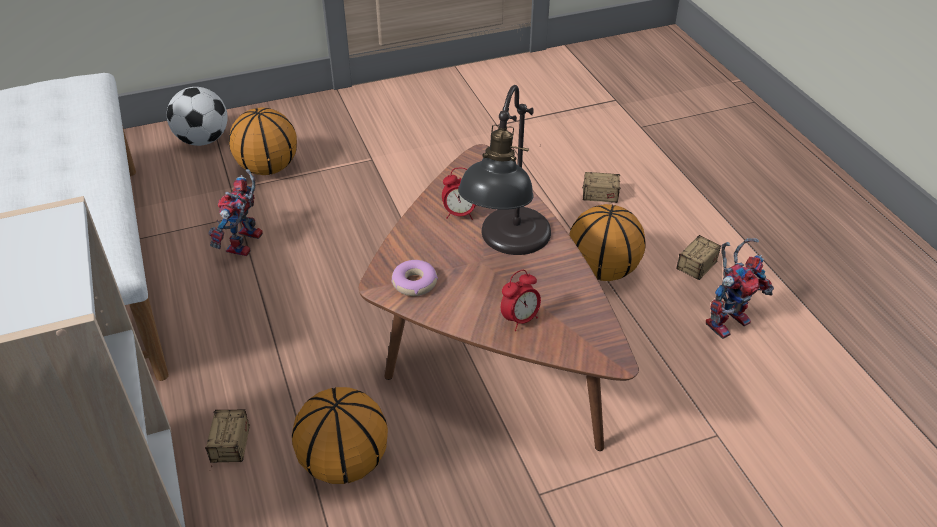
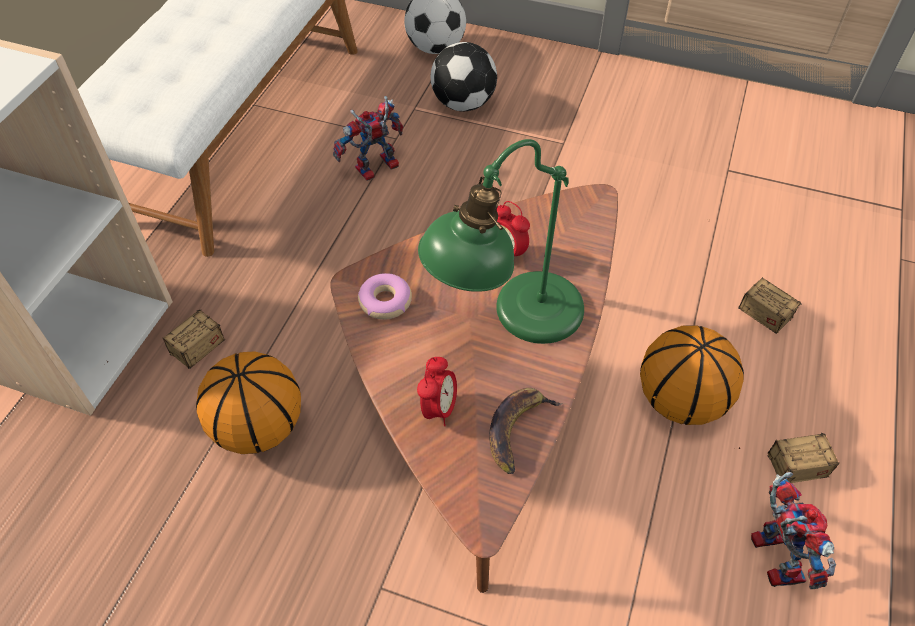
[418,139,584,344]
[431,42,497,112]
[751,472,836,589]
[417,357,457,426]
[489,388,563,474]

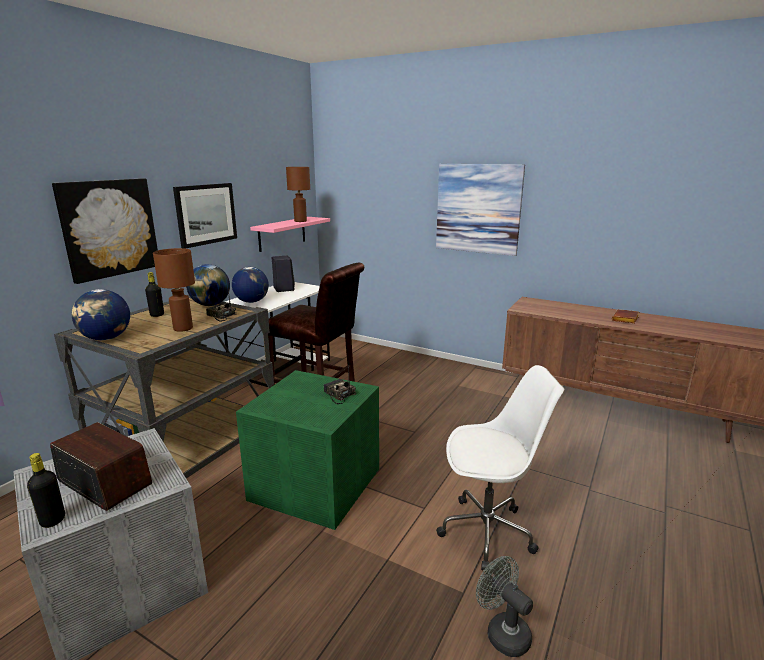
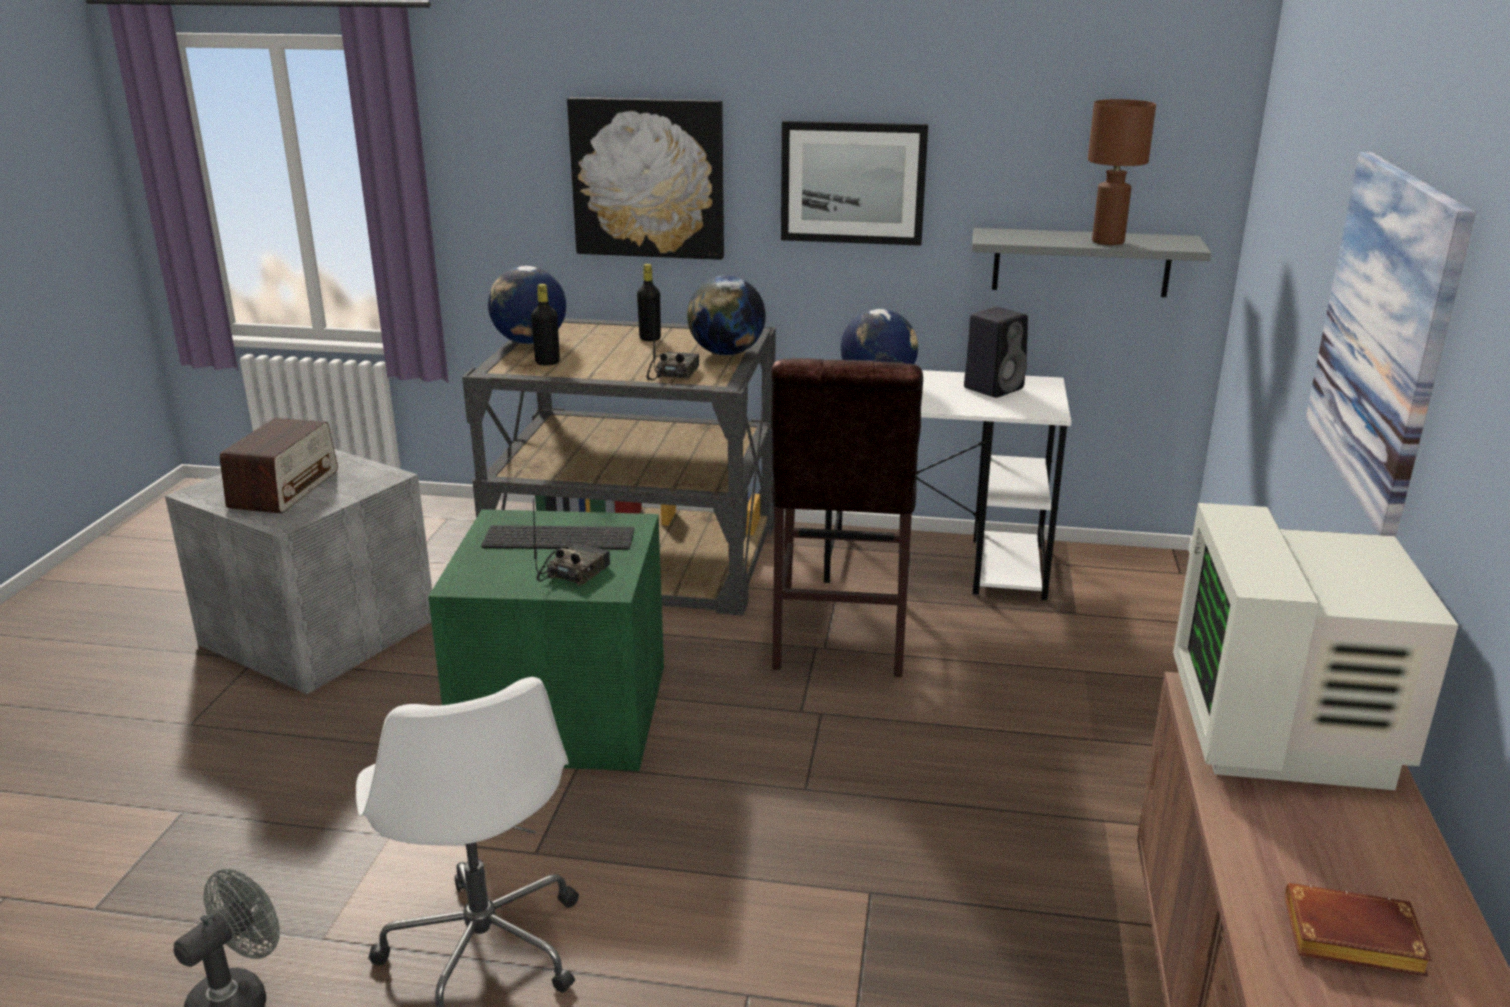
[972,228,1211,297]
[153,248,195,332] (first image)
[531,284,560,365]
[1173,503,1458,790]
[481,525,634,550]

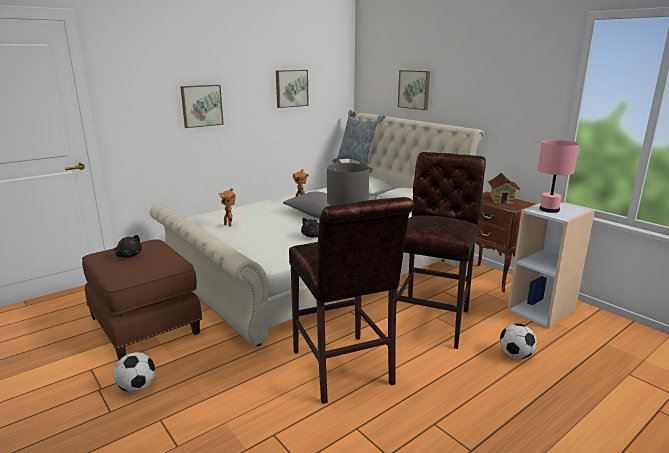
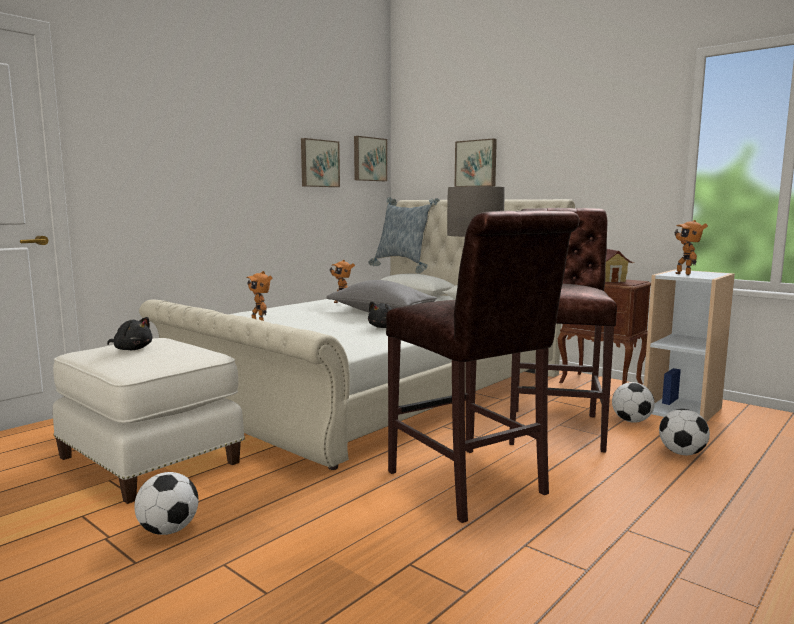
[354,136,387,181]
[674,220,708,275]
[53,338,245,504]
[612,382,655,423]

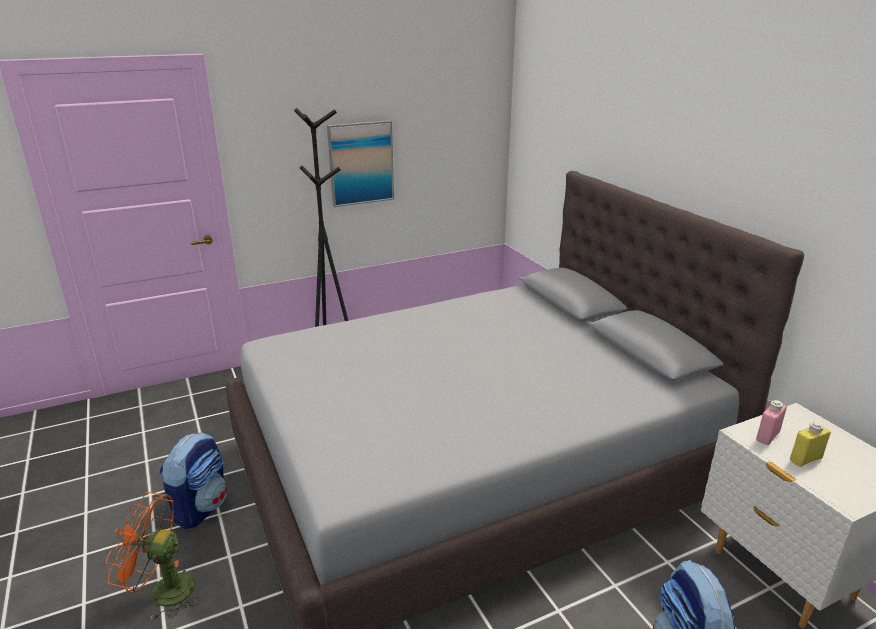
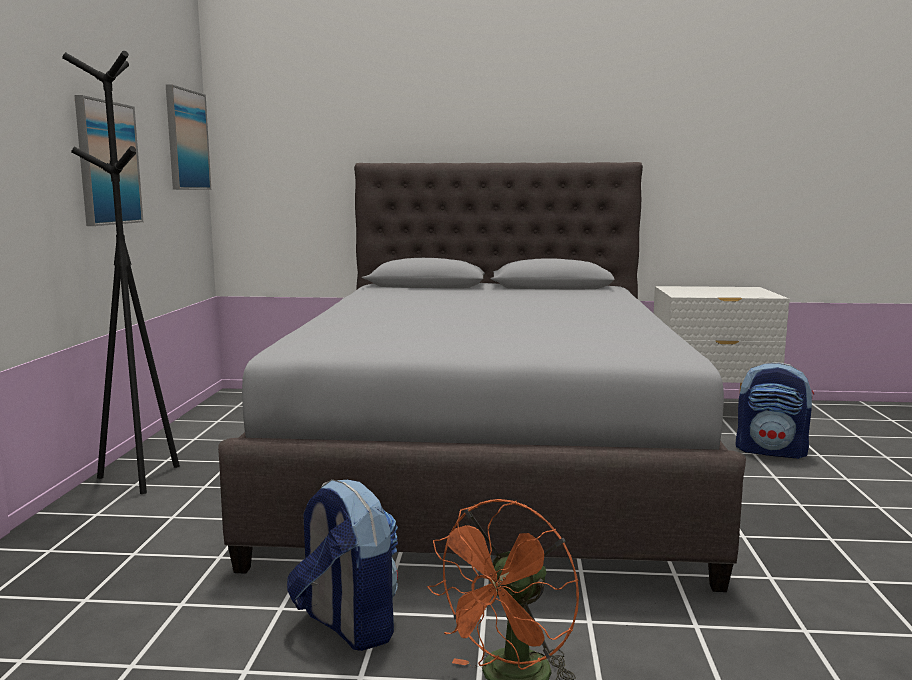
[756,400,787,445] (first image)
[790,422,831,467] (first image)
[166,84,211,190]

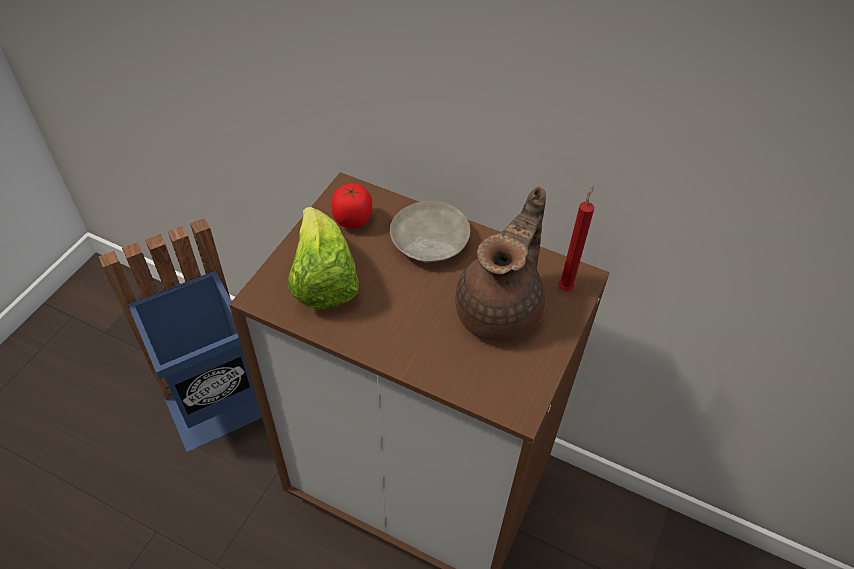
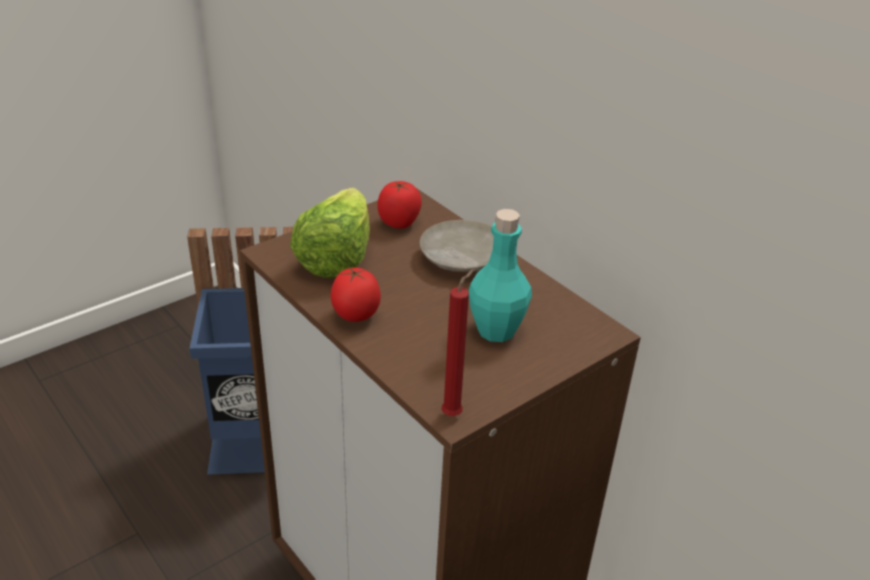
[469,209,532,342]
[441,269,475,416]
[330,267,381,322]

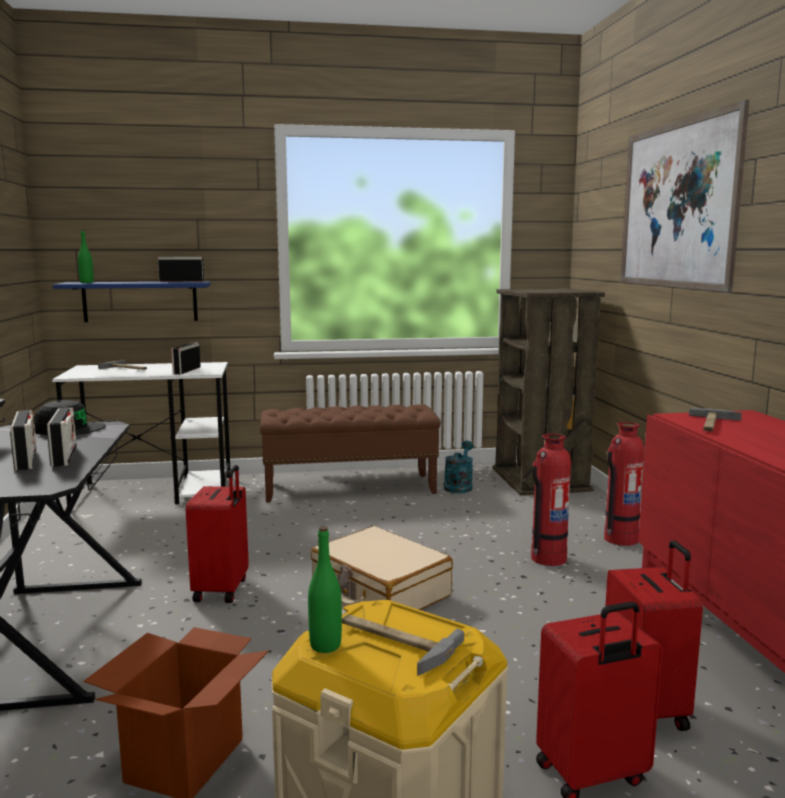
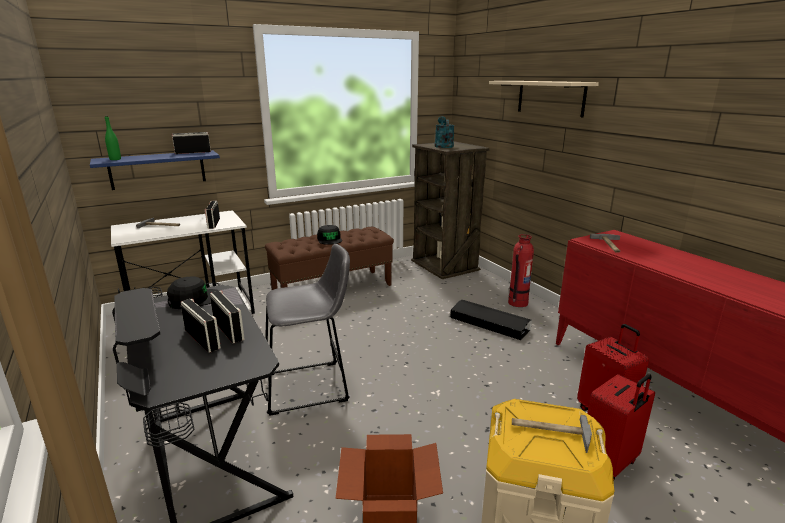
[489,81,599,117]
[450,300,532,340]
[434,116,455,148]
[265,244,350,416]
[308,526,342,653] (first image)
[311,526,453,610] (first image)
[317,225,342,245]

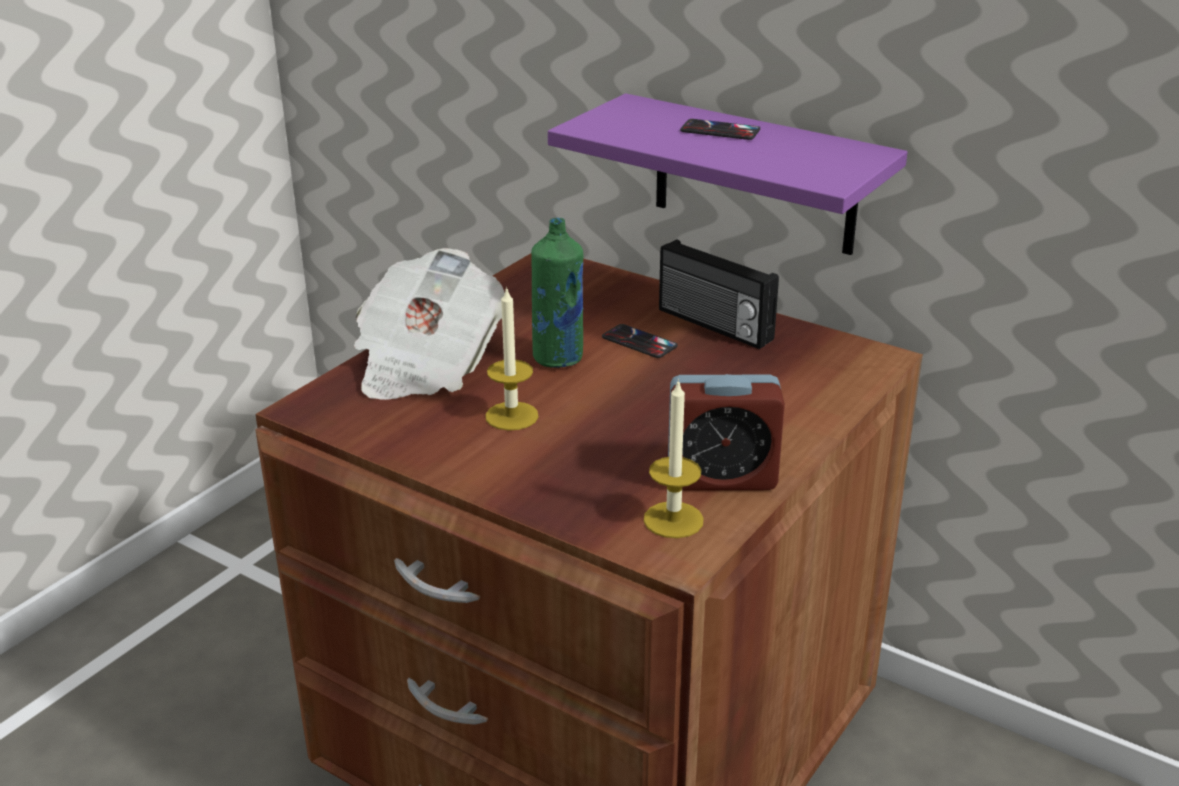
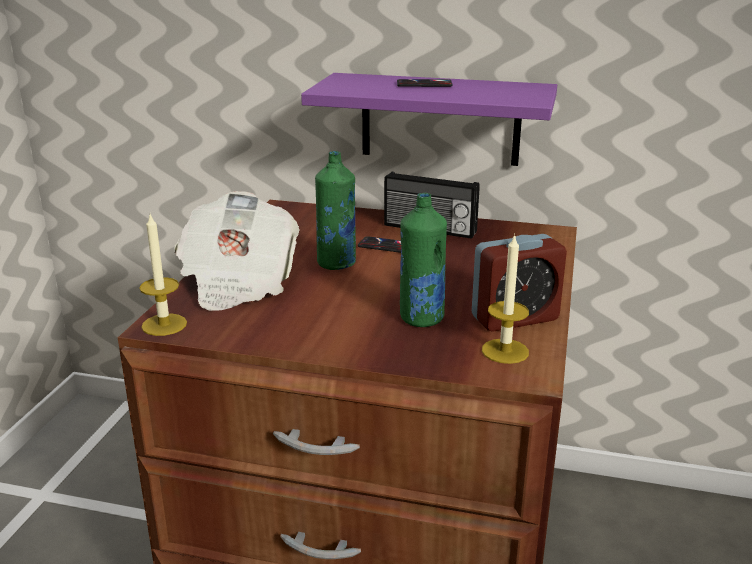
[139,215,187,336]
[400,193,447,327]

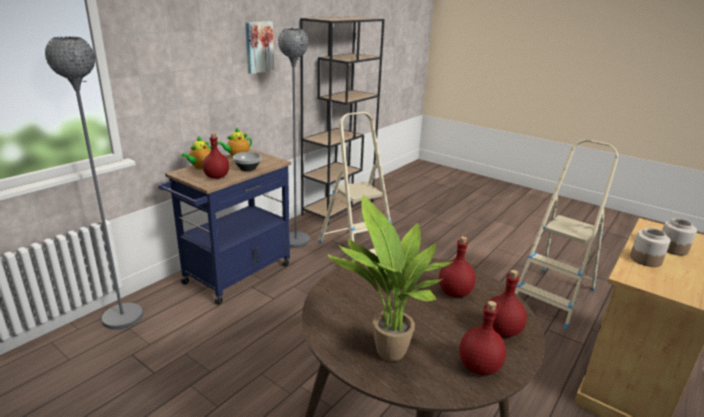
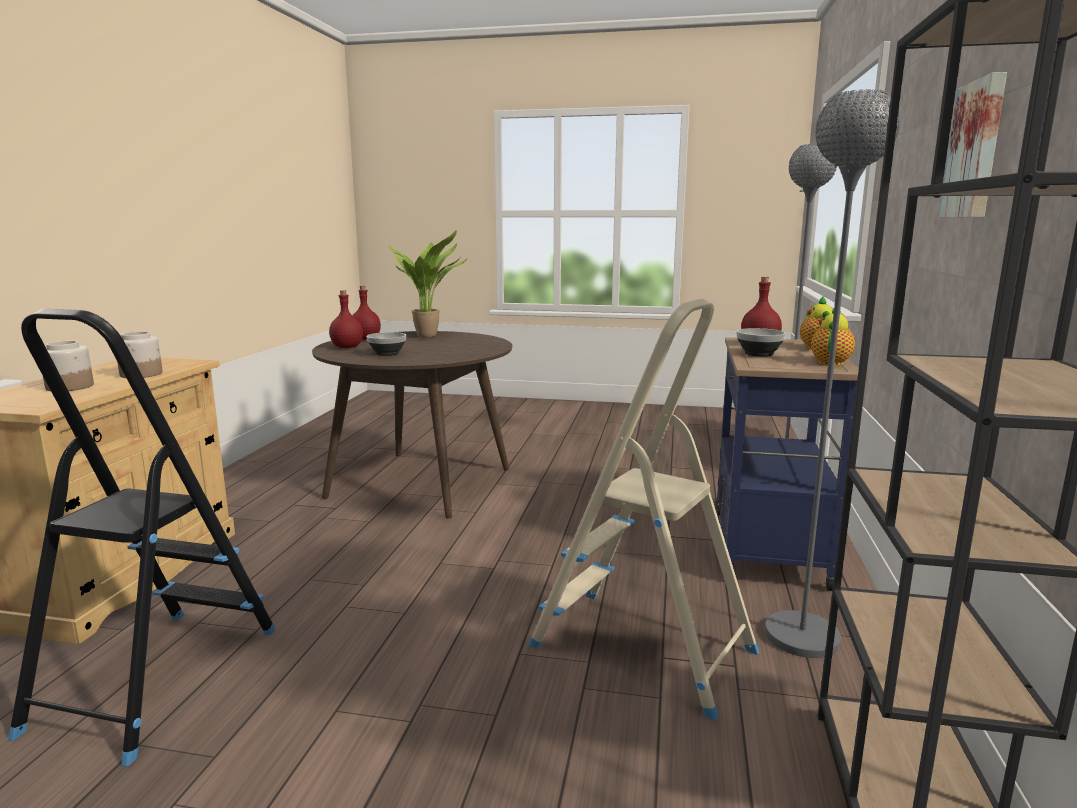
[8,309,276,767]
[366,332,406,356]

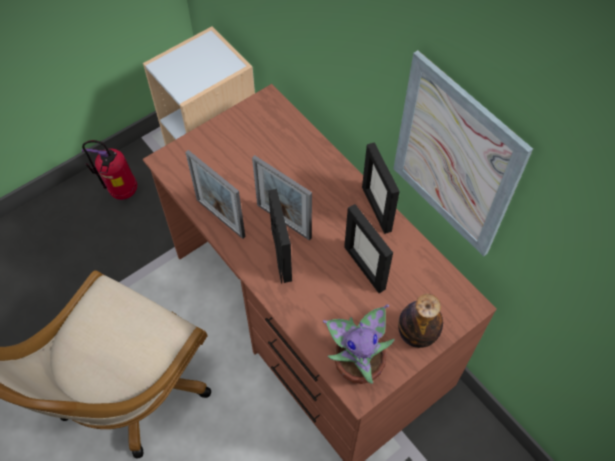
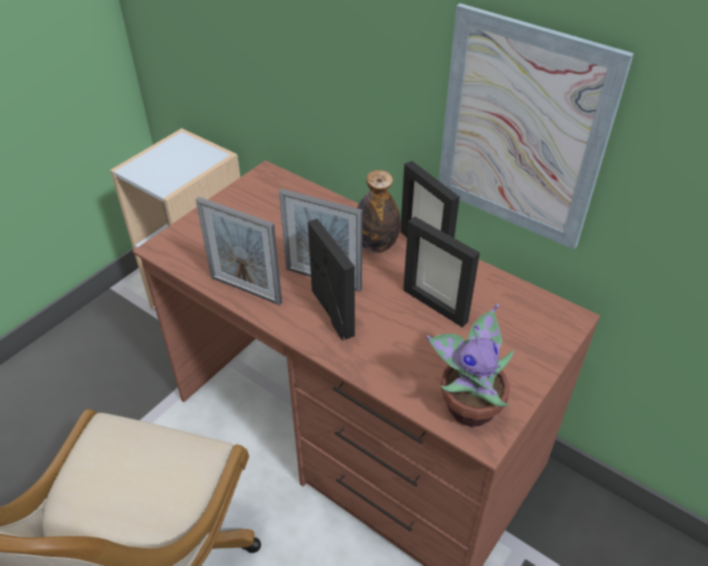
[81,140,137,200] (first image)
[357,170,400,253]

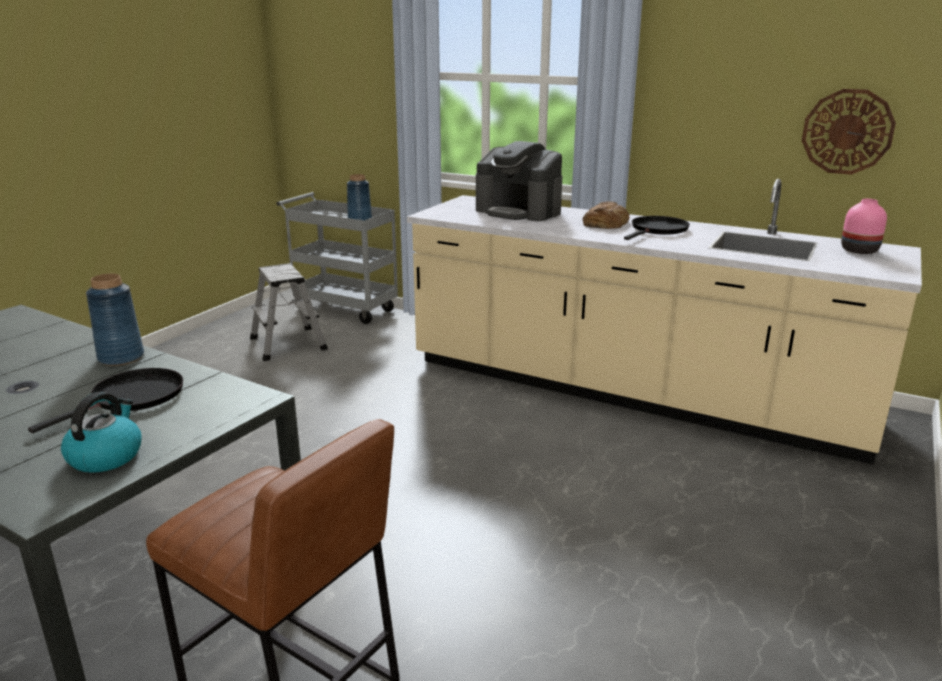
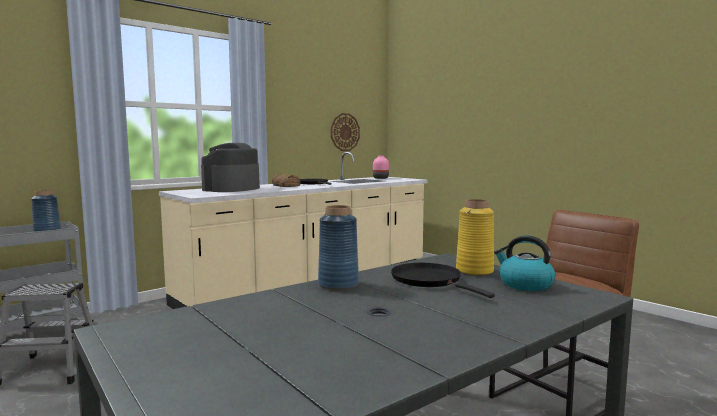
[201,143,260,192]
[456,199,494,276]

